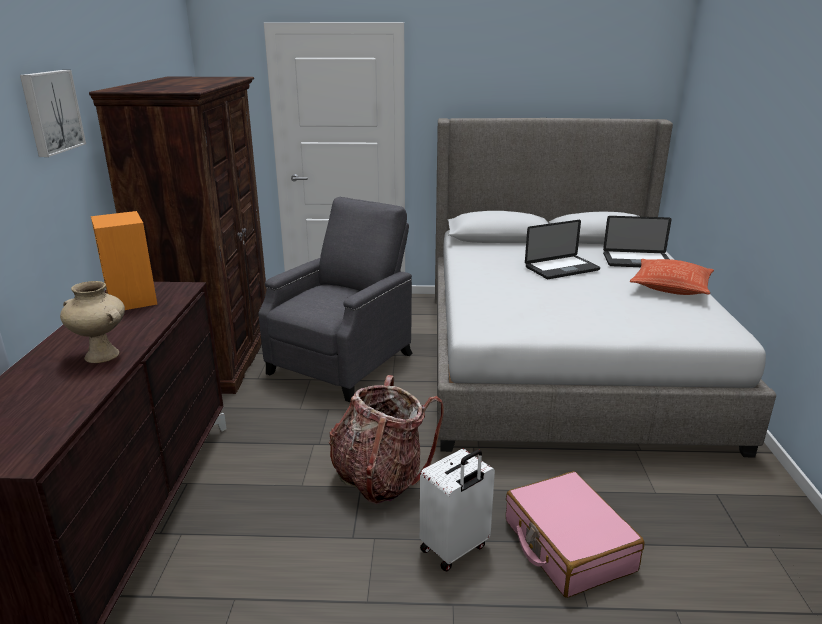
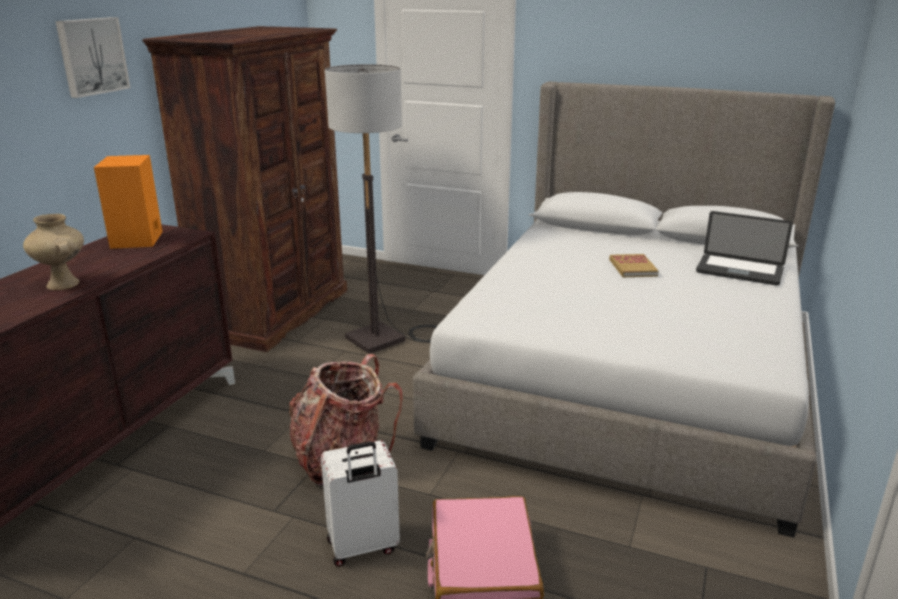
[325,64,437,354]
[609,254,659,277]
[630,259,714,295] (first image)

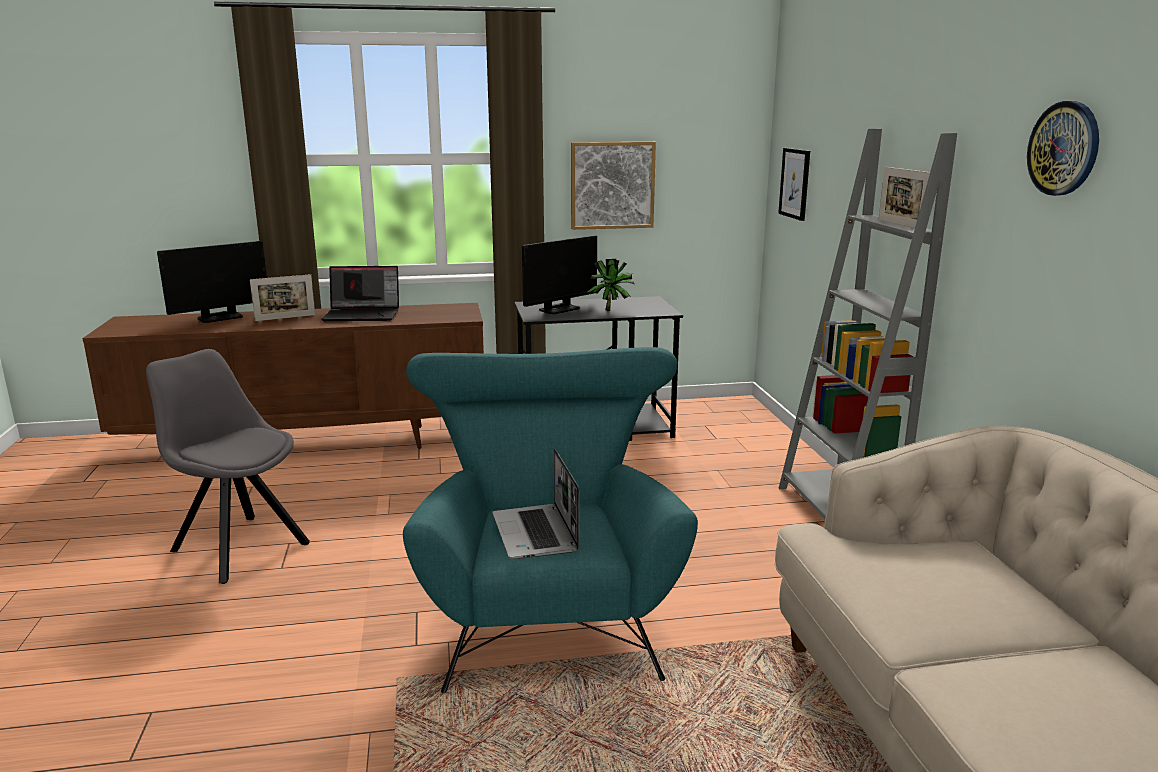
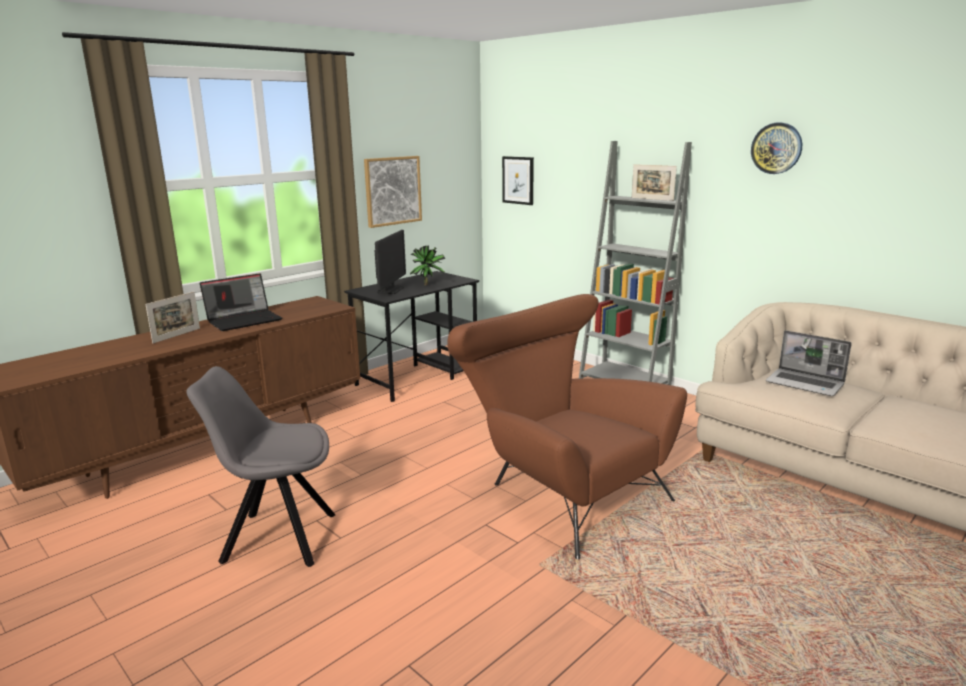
[157,241,267,323] (first image)
[447,294,687,559]
[766,330,852,396]

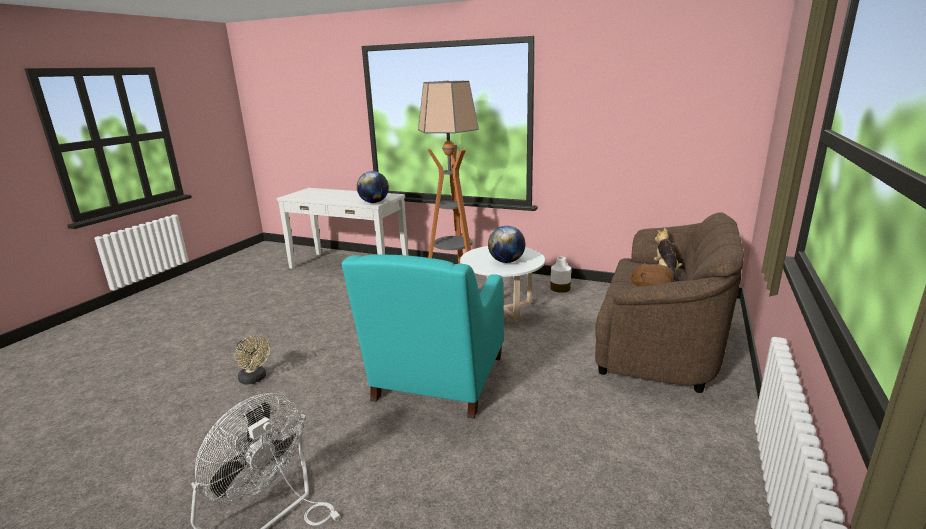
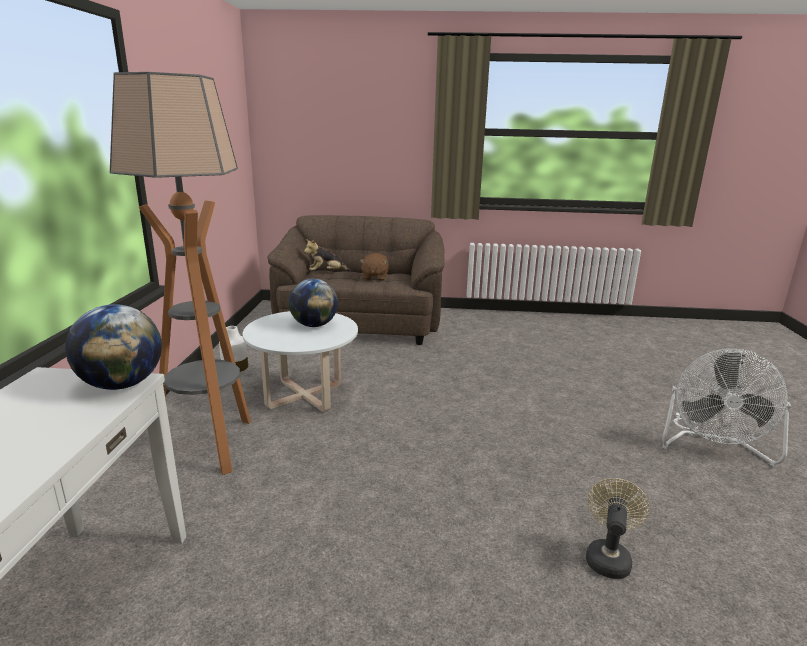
[342,255,503,419] (first image)

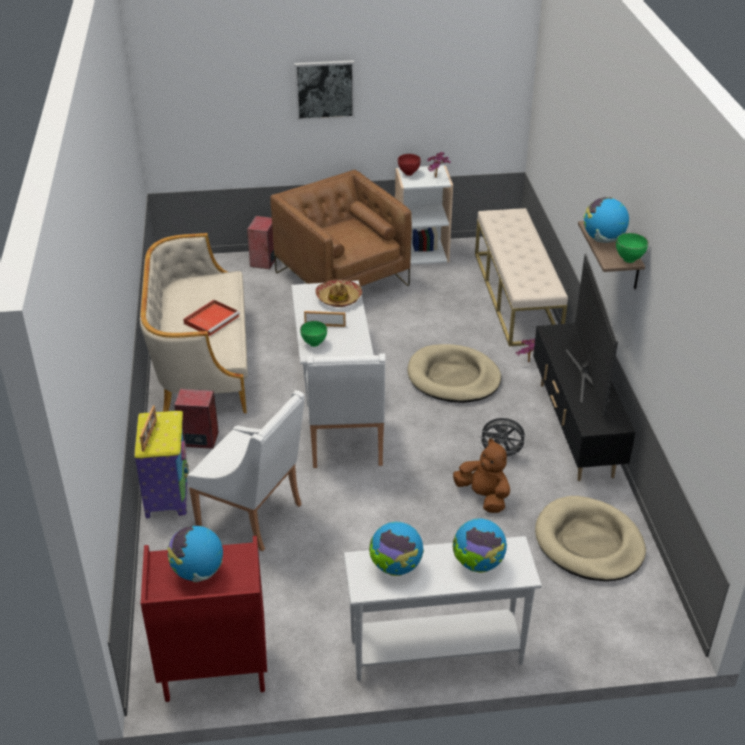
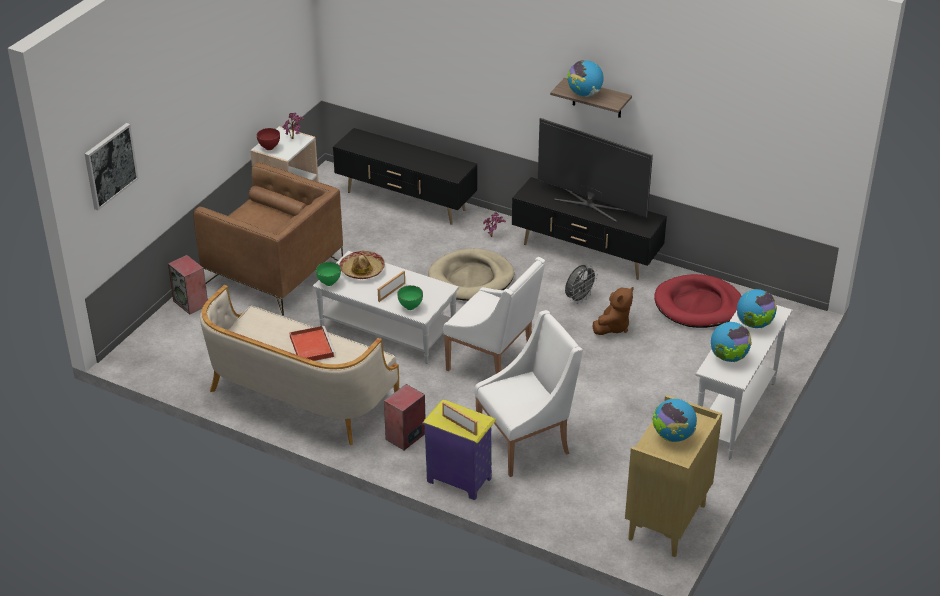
[85,123,139,210]
[193,162,343,316]
[333,128,477,225]
[316,262,341,286]
[593,287,634,335]
[654,274,741,328]
[625,395,722,557]

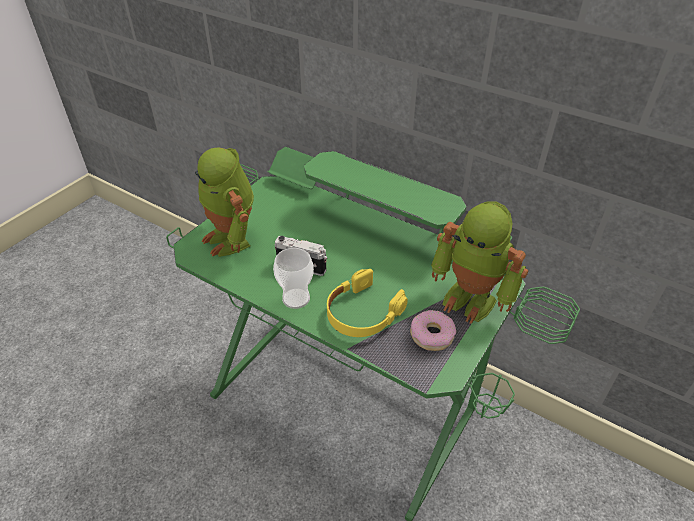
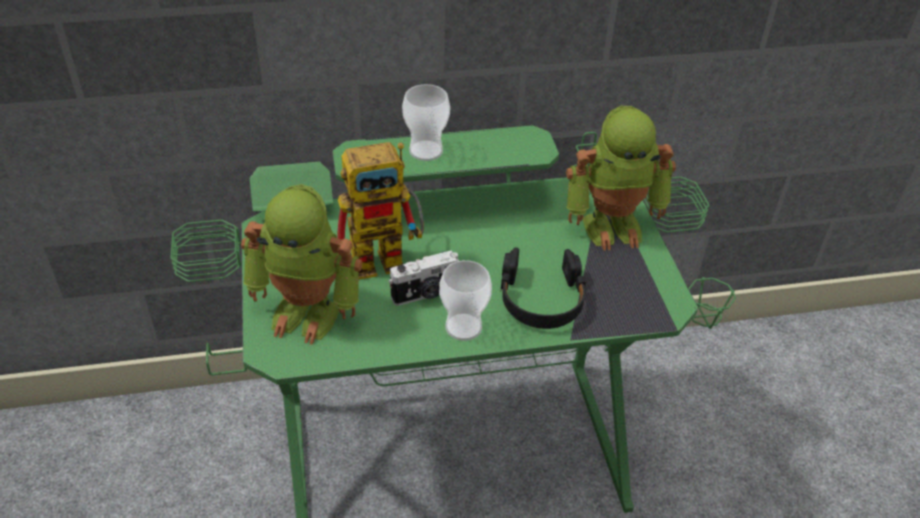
[500,247,586,329]
[410,310,456,351] (first image)
[402,84,450,161]
[338,142,424,280]

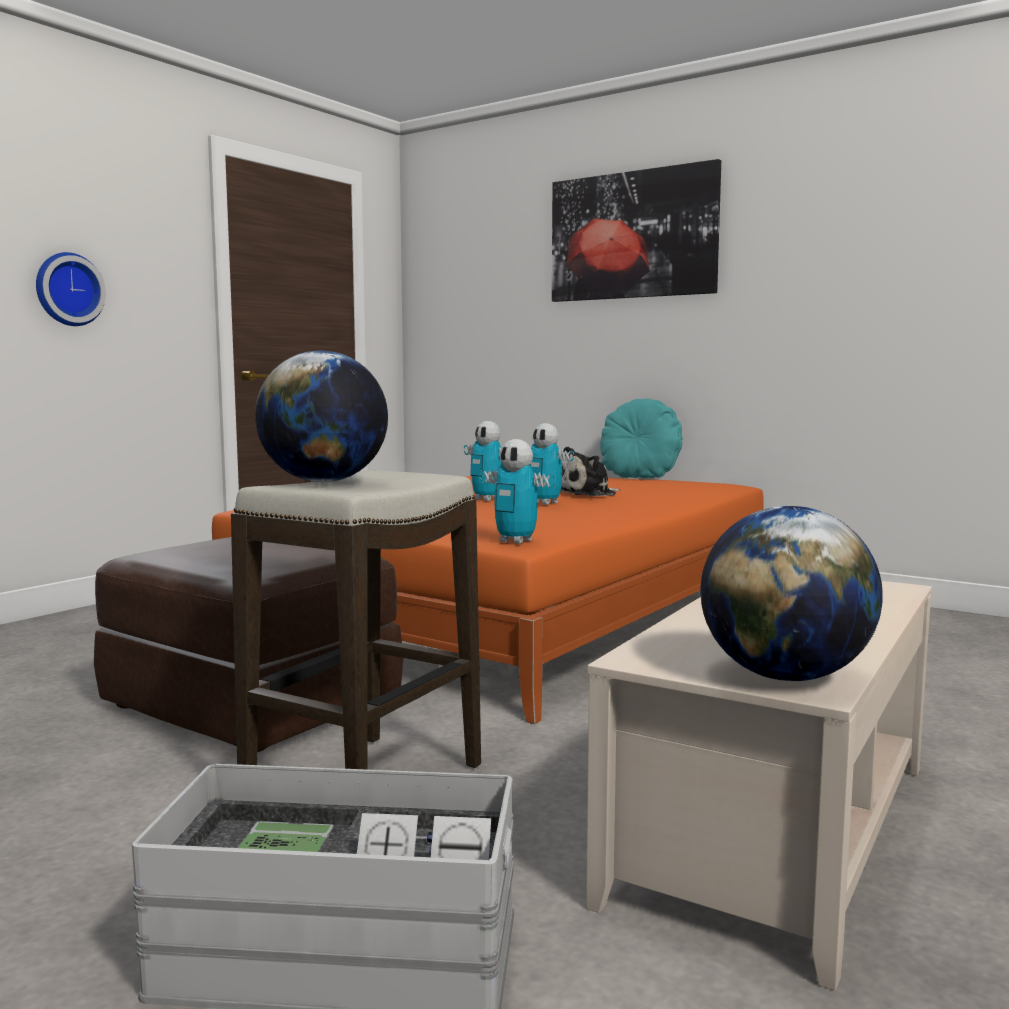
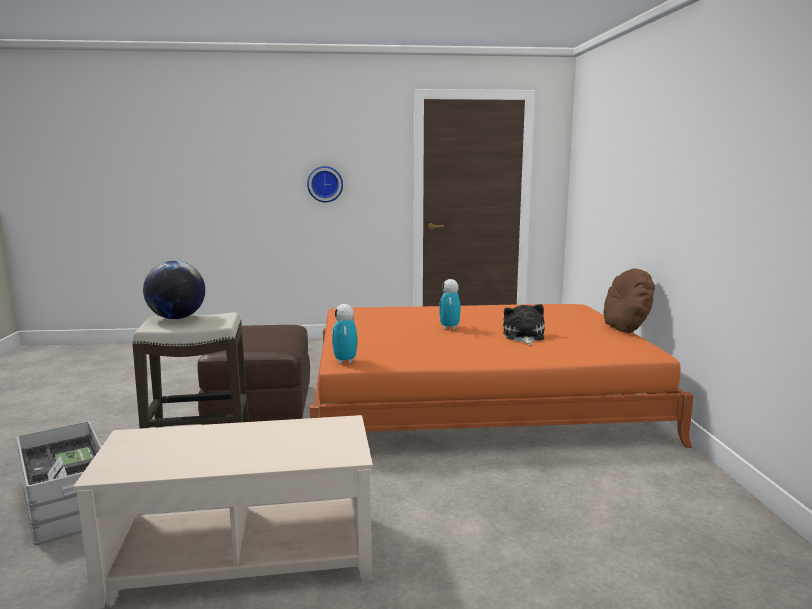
[552,159,721,302] (first image)
[603,269,655,333]
[530,423,574,505] (first image)
[503,304,545,345]
[700,506,883,681] (first image)

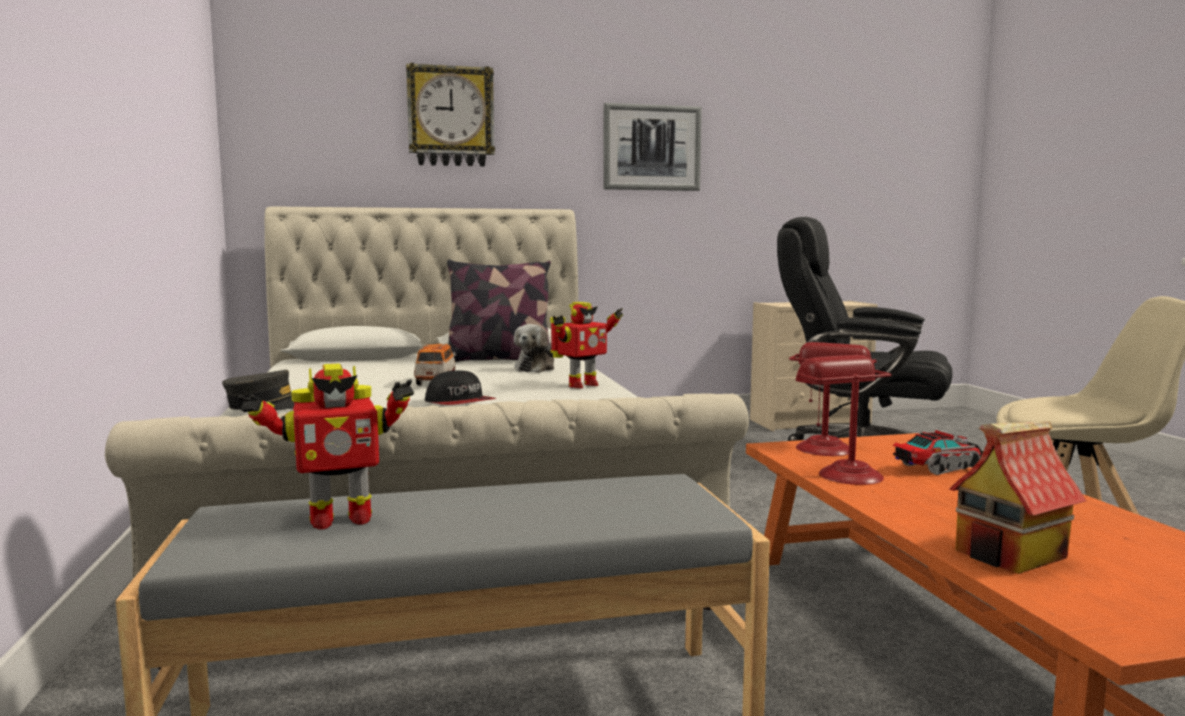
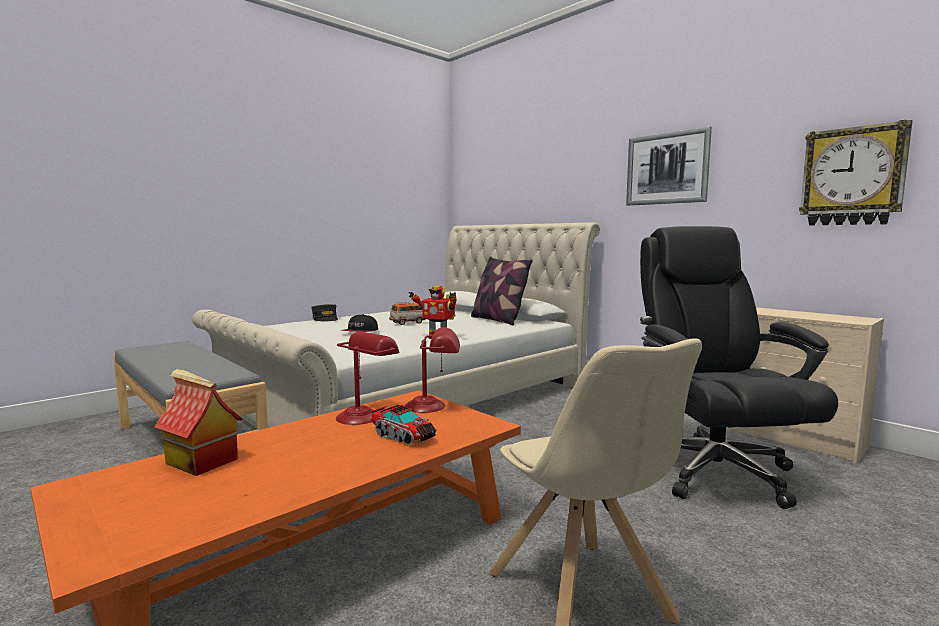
[799,120,912,226]
[514,324,554,373] (first image)
[238,364,414,530] (first image)

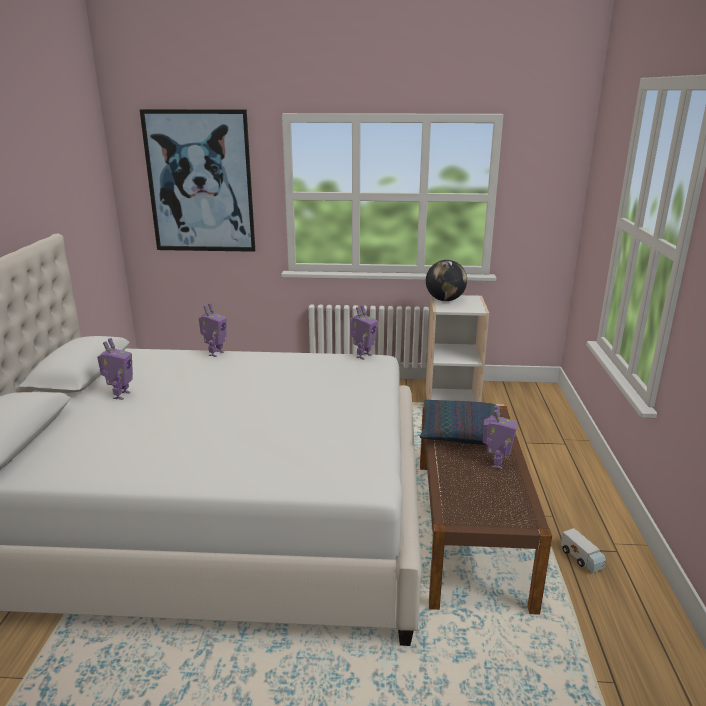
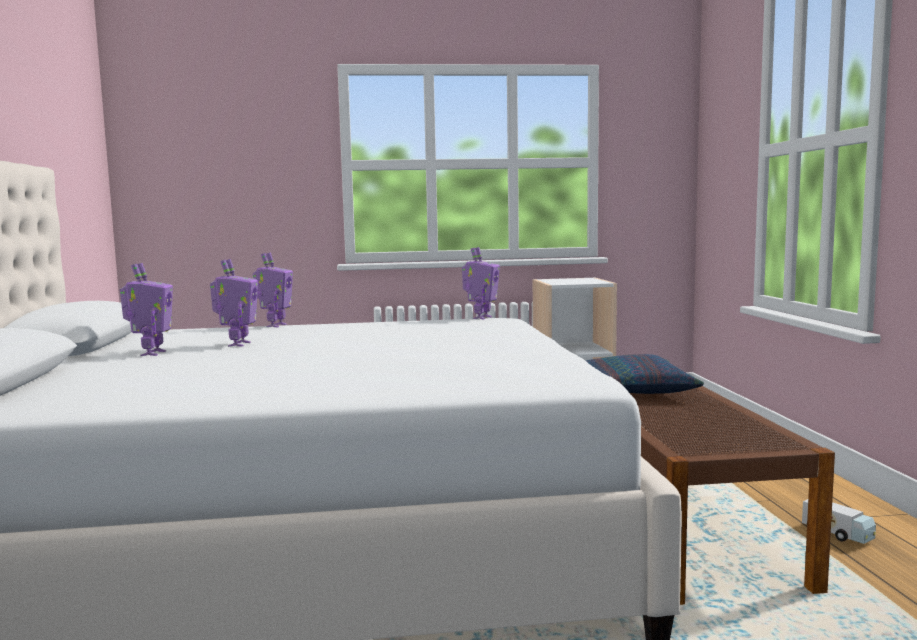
[140,109,255,252] (first image)
[426,260,467,301] (first image)
[210,259,258,347]

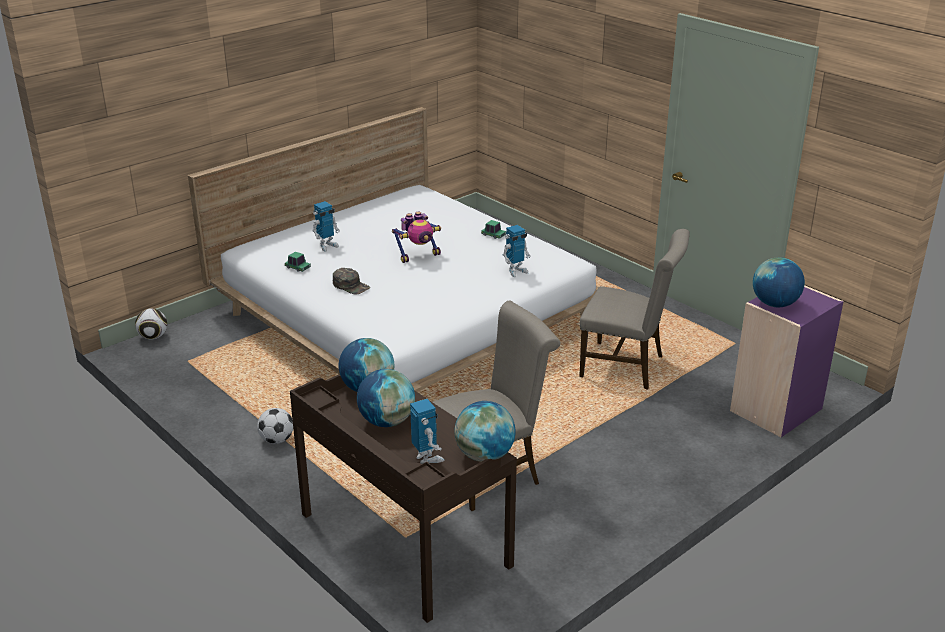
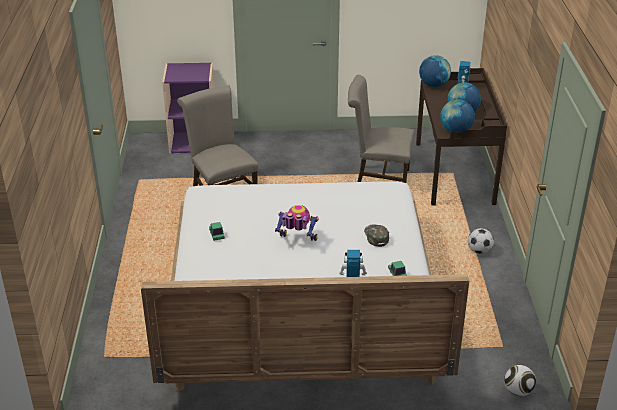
[503,225,531,277] (first image)
[753,257,805,307] (first image)

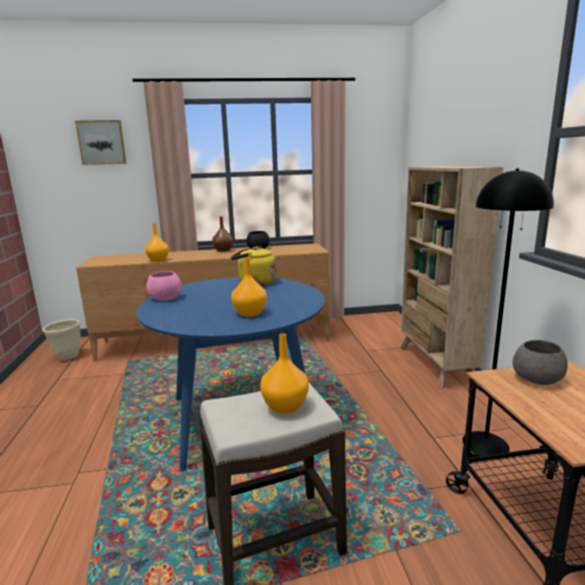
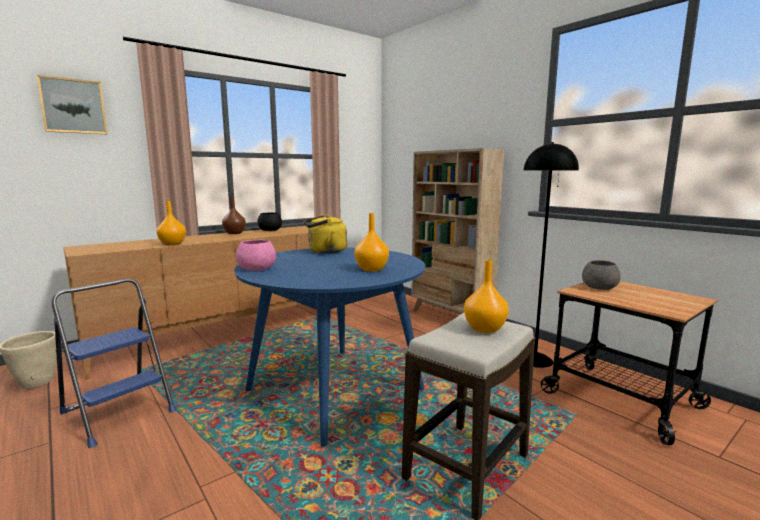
[52,279,177,448]

